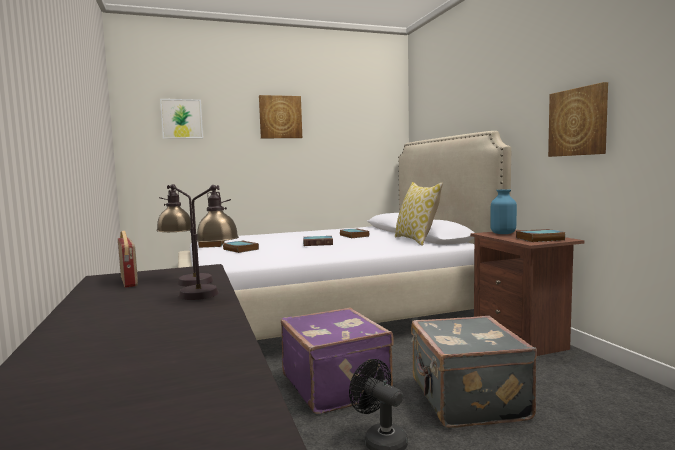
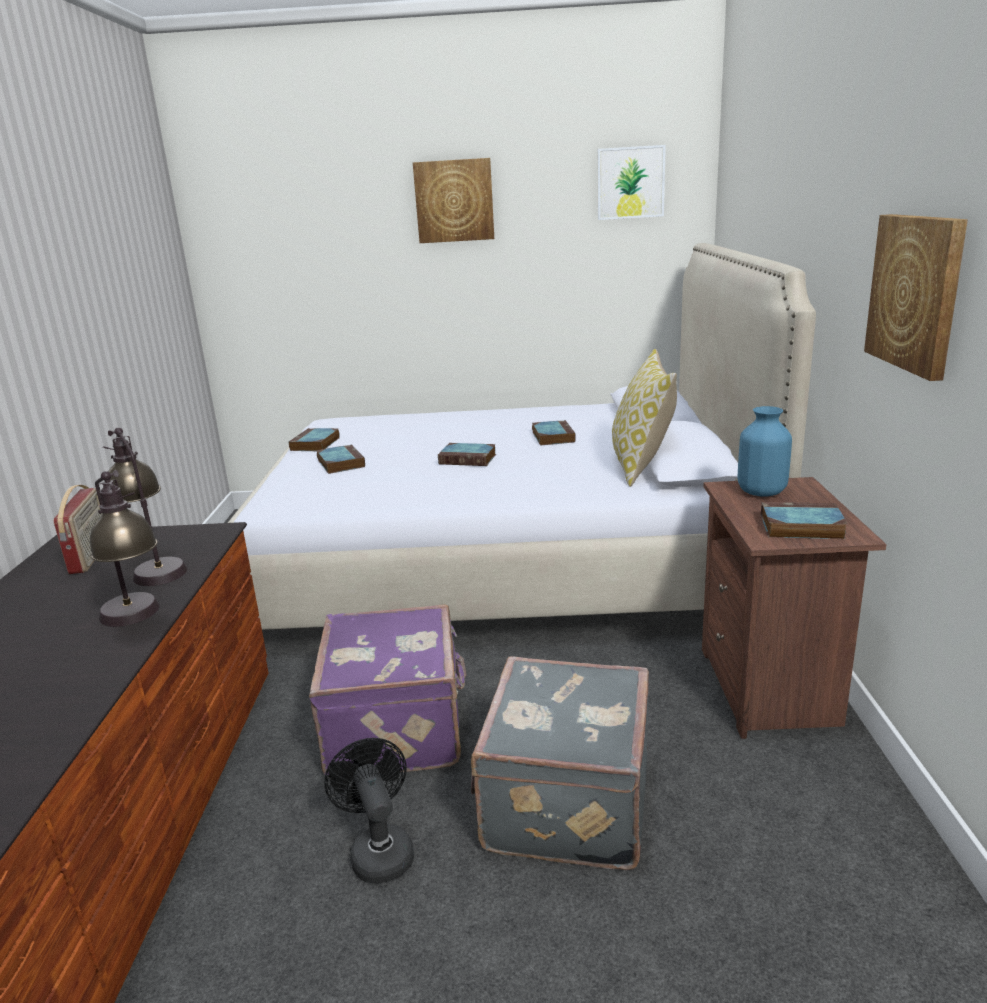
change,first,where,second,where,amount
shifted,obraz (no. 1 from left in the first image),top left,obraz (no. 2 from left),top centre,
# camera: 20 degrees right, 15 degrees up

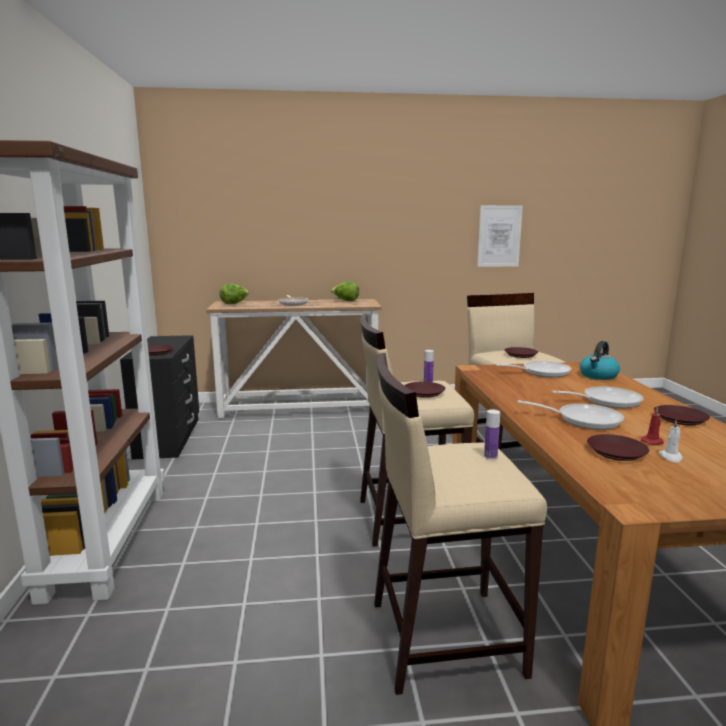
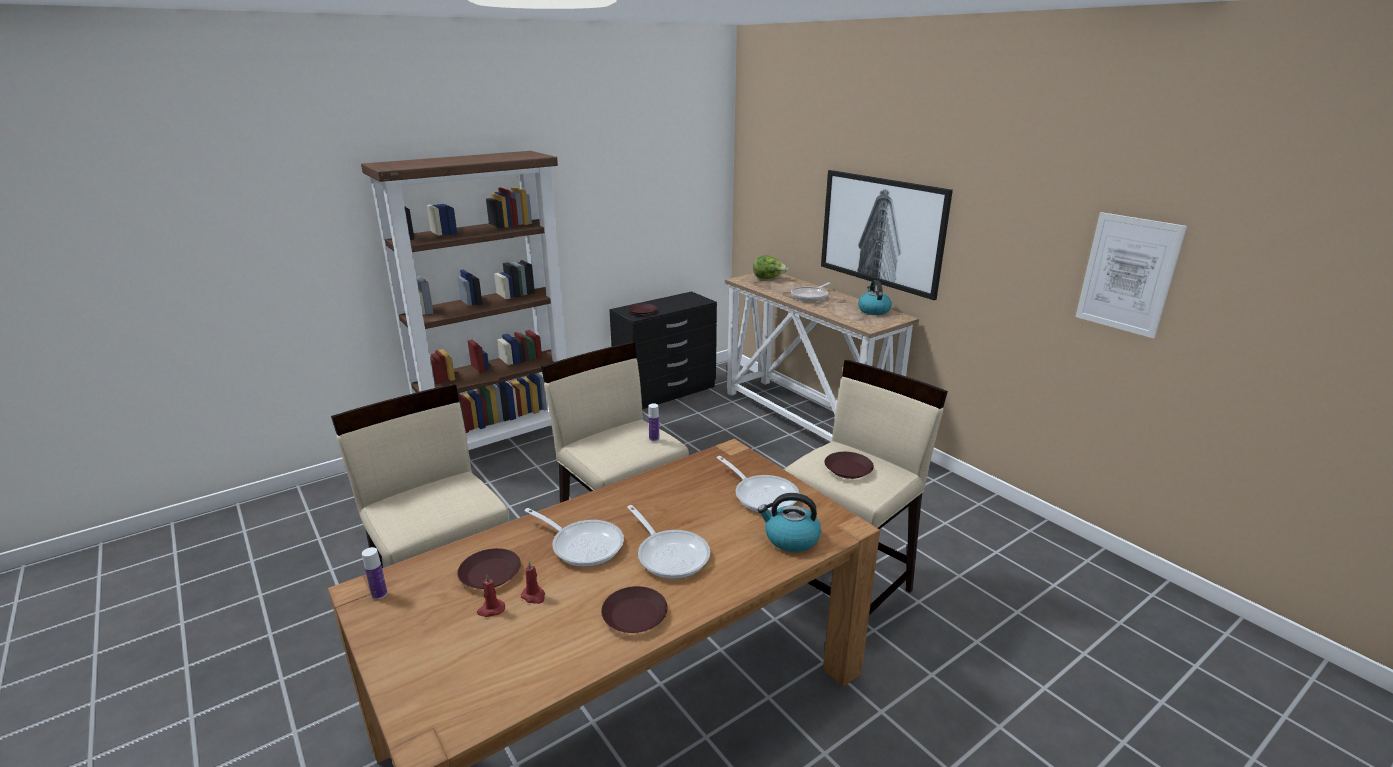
change,first,where,second,where,amount
swapped,sałata (no. 2 from left),centre,czajnik (no. 2 from left),centre,
gone,talerz/brązowy (no. 2 from left),centre,,,
rotated,patelnia (no. 3 from left in the first image),middle right,patelnia (no. 1 from left),bottom centre,45 degrees counterclockwise
shifted,butelka (no. 2 from left in the first image),middle right,butelka (no. 1 from left),bottom left,
repainted,świeca/biały,middle right,świeca/czerwony (no. 1 from left),bottom centre,
new,,,obraz (no. 1 from left),top centre,
# camera: 60 degrees right, 10 degrees up

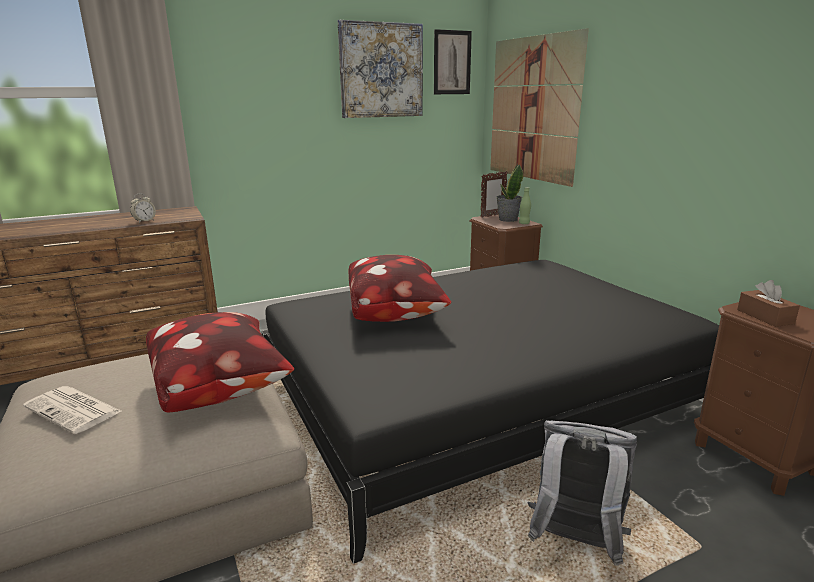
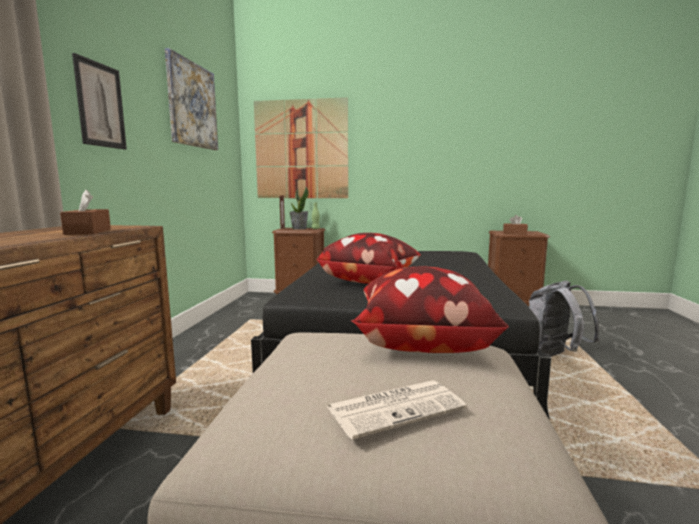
change,first,where,second,where,amount
shifted,obraz (no. 2 from left in the first image),top centre,obraz (no. 1 from left),top left,
swapped,budzik,middle left,pudełko chusteczek/brązowy (no. 1 from left),middle left,
# camera: 55 degrees left, 10 degrees down

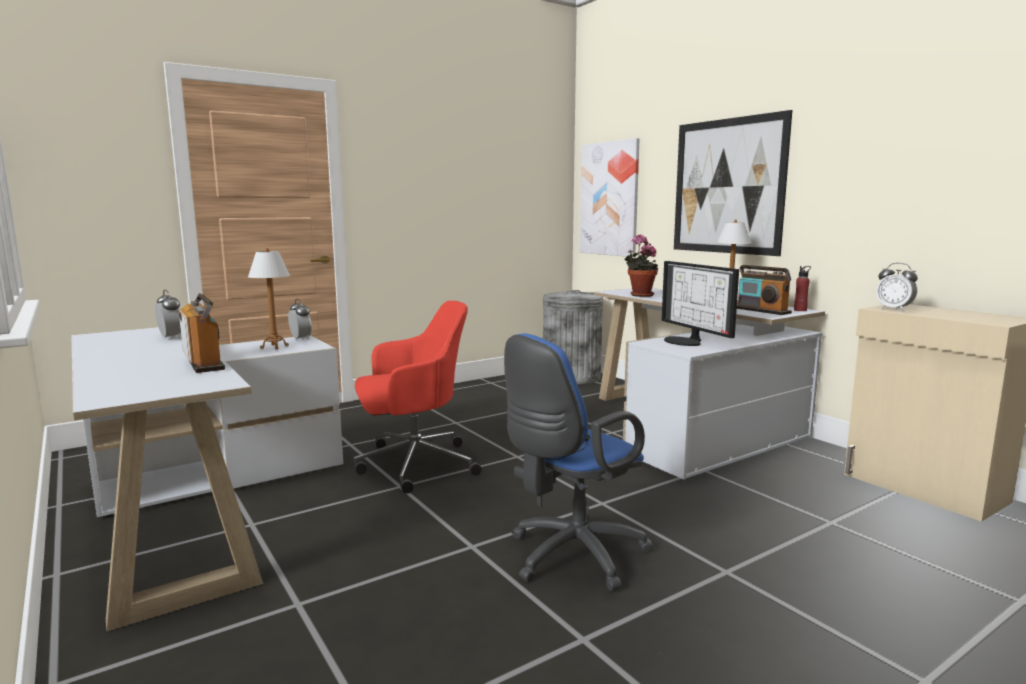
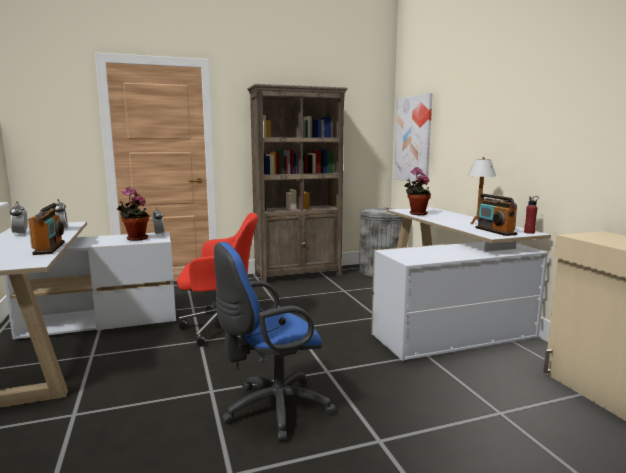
change,first,where,second,where,amount
gone,obraz (no. 2 from left),top right,,,
swapped,lampa stołowa (no. 1 from left),middle left,roślina doniczkowa (no. 1 from left),middle left,
gone,monitor,middle right,,,
shifted,budzik (no. 3 from left in the first image),middle right,budzik (no. 1 from left),middle left,
new,,,regał/brązowy,centre,
# camera: 15 degrees right, 0 degrees up

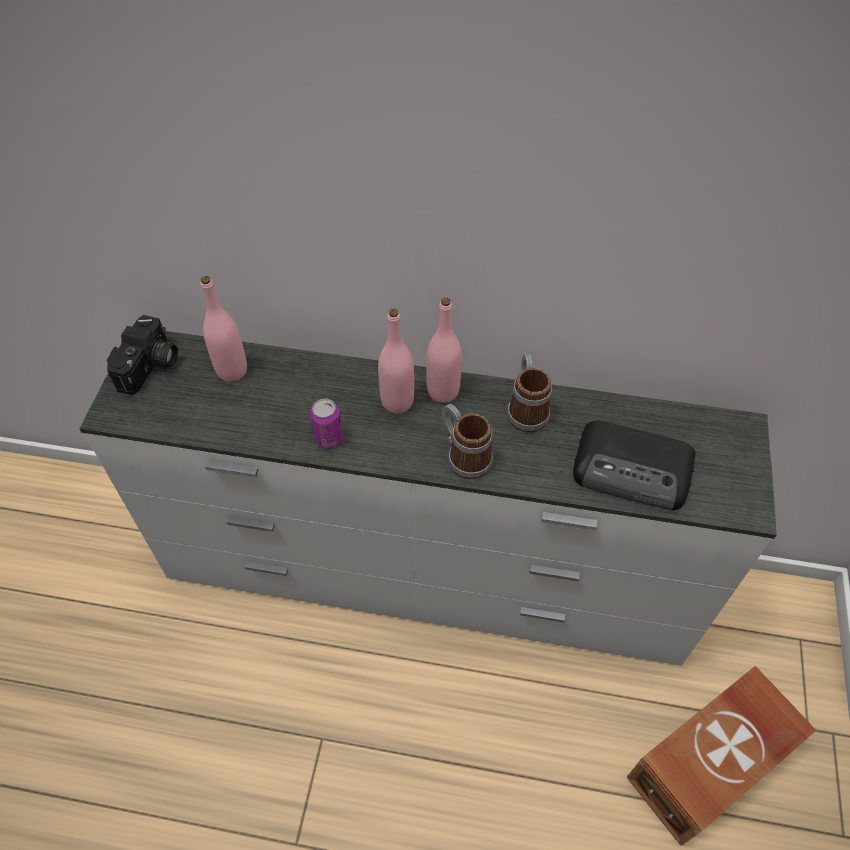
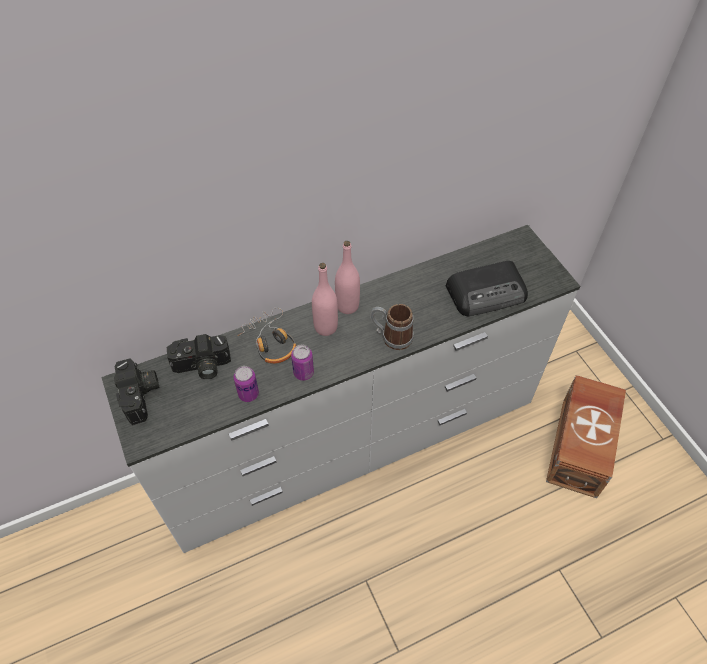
change,first,where,second,where,amount
swapped,butelka/różowy (no. 1 from left),middle left,aparat fotograficzny (no. 2 from left),middle left,
gone,kubek (no. 2 from left),centre,,,
new,,,słuchawki,centre,
new,,,puszka (no. 1 from left),centre,
# camera: 35 degrees left, 0 degrees up

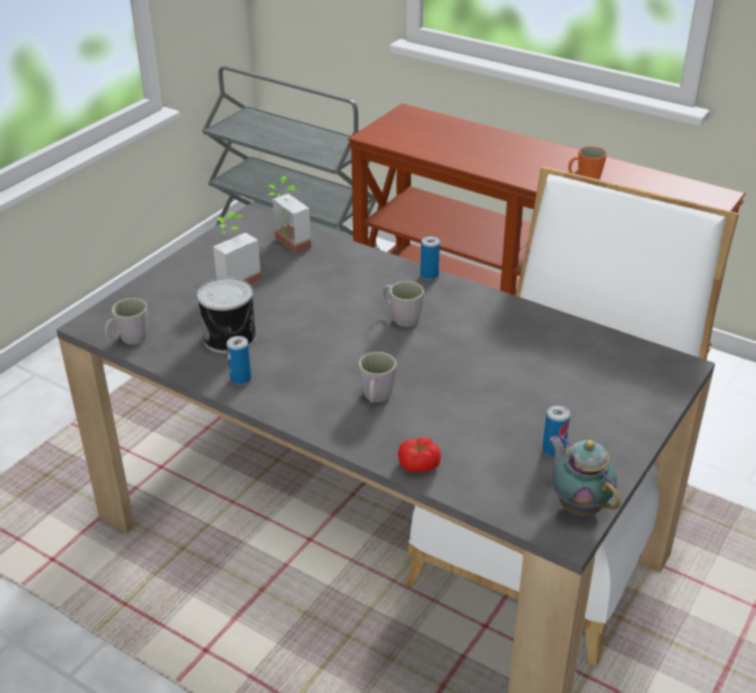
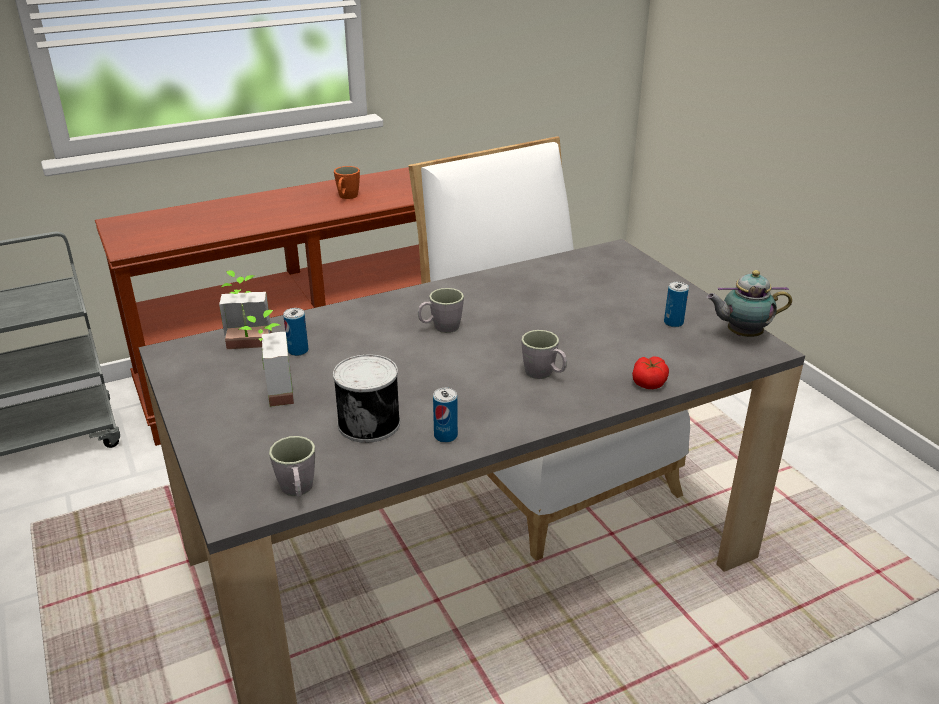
change,first,where,second,where,amount
shifted,puszka (no. 3 from left in the first image),centre,puszka (no. 1 from left),middle left,
# camera: 60 degrees left, 5 degrees down

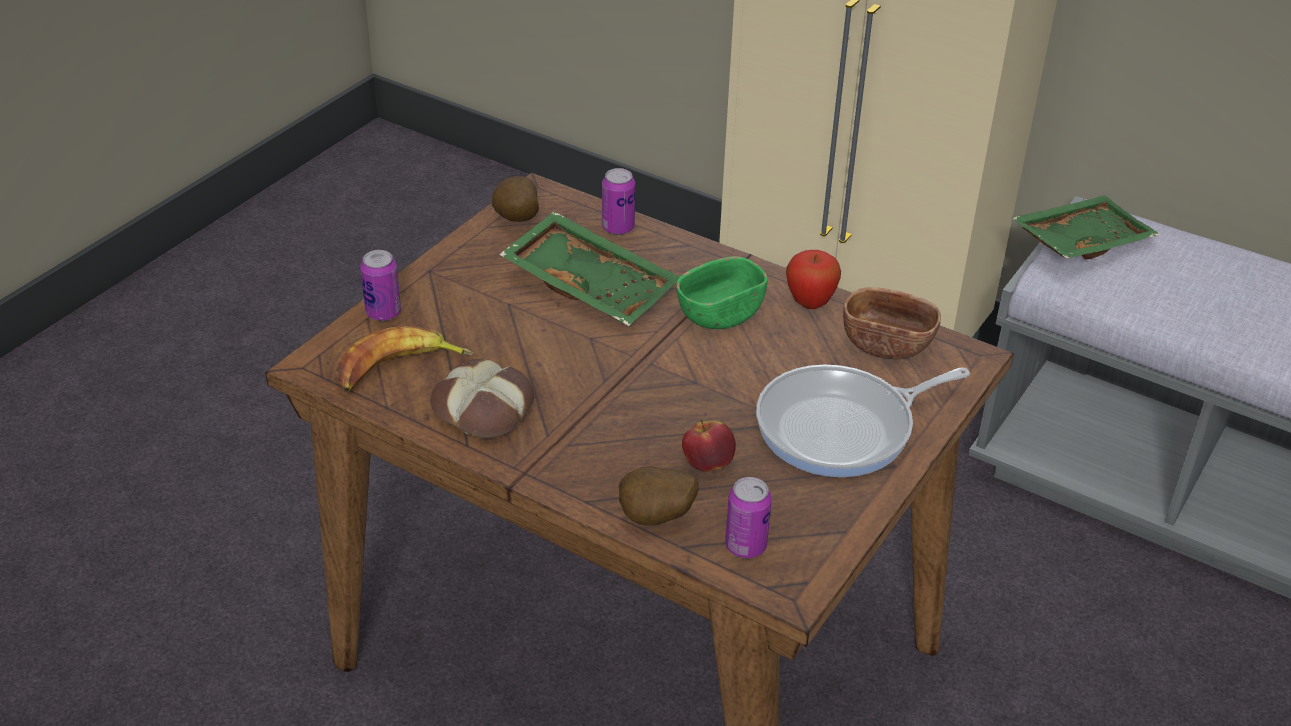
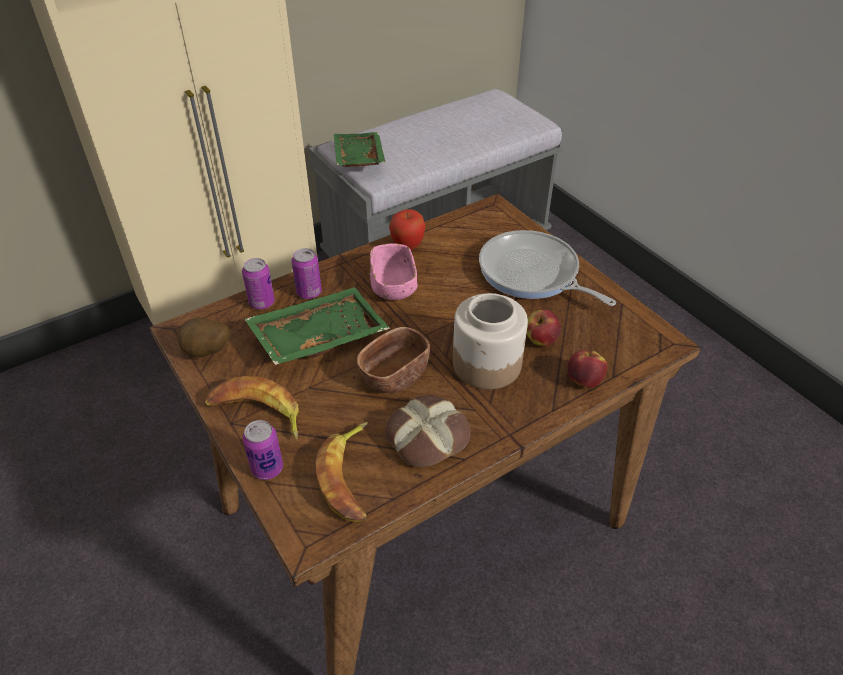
change,first,where,second,where,amount
repainted,miska/zielony,centre,miska/różowy,centre,
shifted,miska/brązowy,middle right,,centre,
rotated,patelnia,middle right,,centre,135 degrees clockwise
swapped,ziemniak (no. 2 from left),bottom centre,jabłko (no. 3 from left),middle right,
shifted,puszka (no. 3 from left),bottom centre,,centre,
new,,,słoik,centre,
new,,,banan (no. 1 from left),middle left,
# camera: 65 degrees left, 5 degrees up

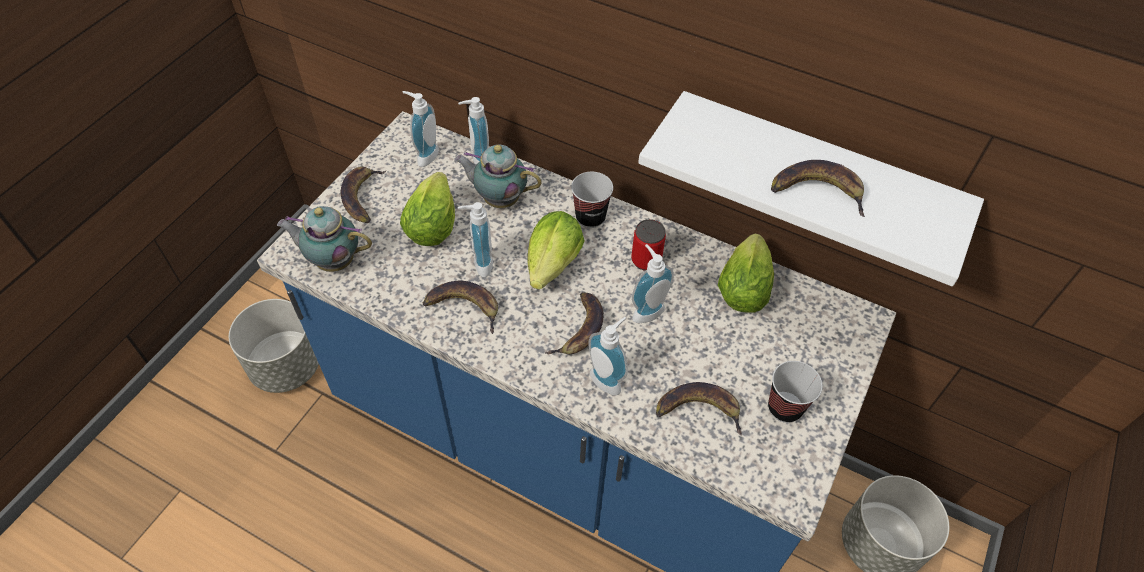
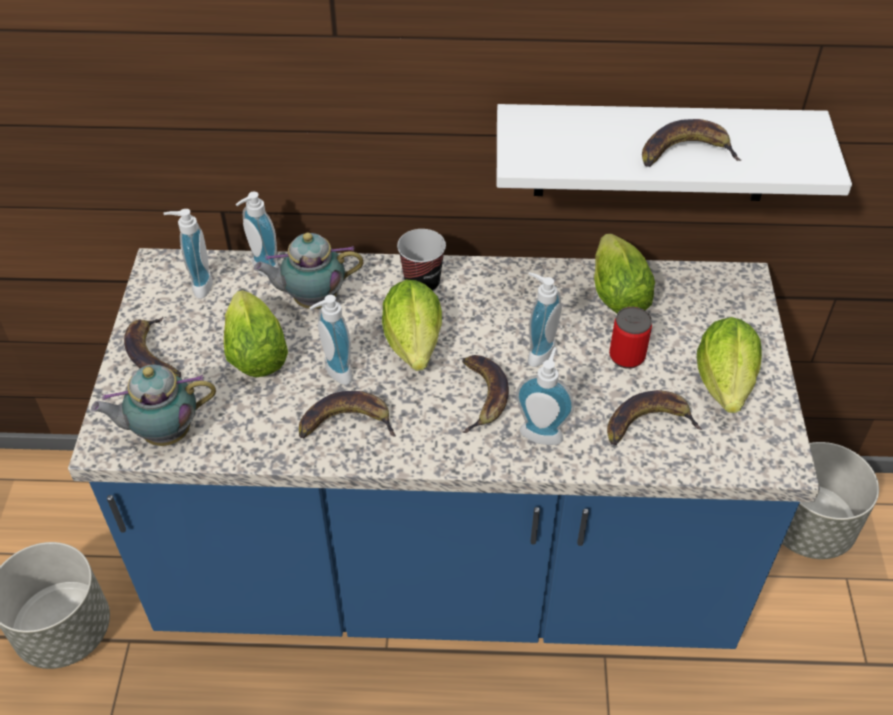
change,first,where,second,where,amount
shifted,puszka,centre,,middle right,
swapped,filiżanka (no. 2 from left),bottom right,sałata (no. 4 from left),middle right,
# camera: 25 degrees left, 5 degrees down

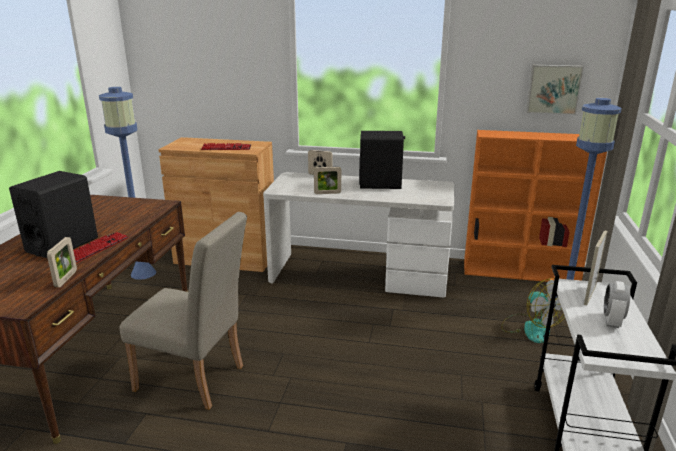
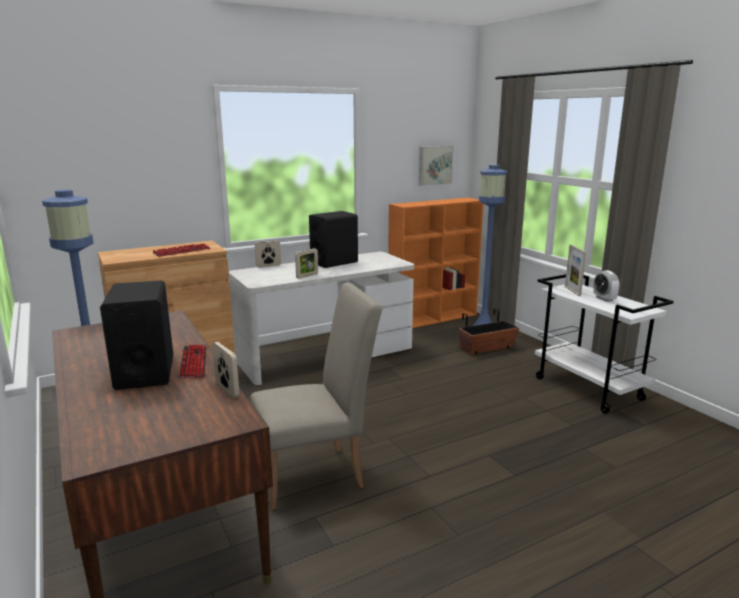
change,first,where,second,where,amount
swapped,wentylator,bottom right,donica,centre,
# camera: 40 degrees left, 5 degrees down

